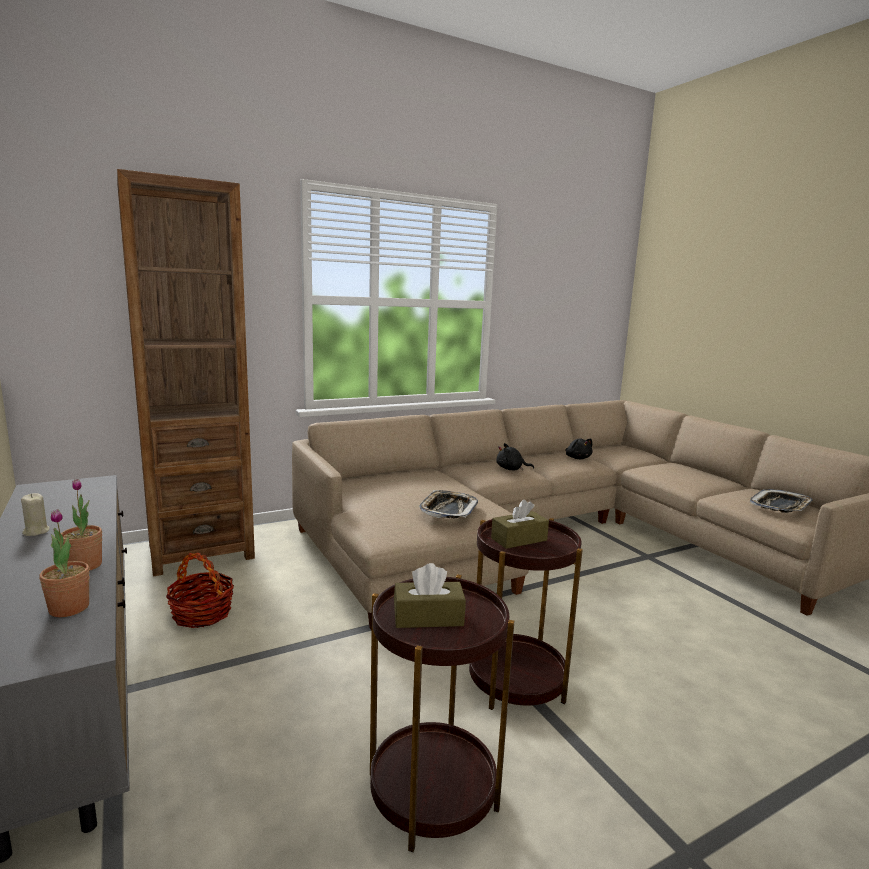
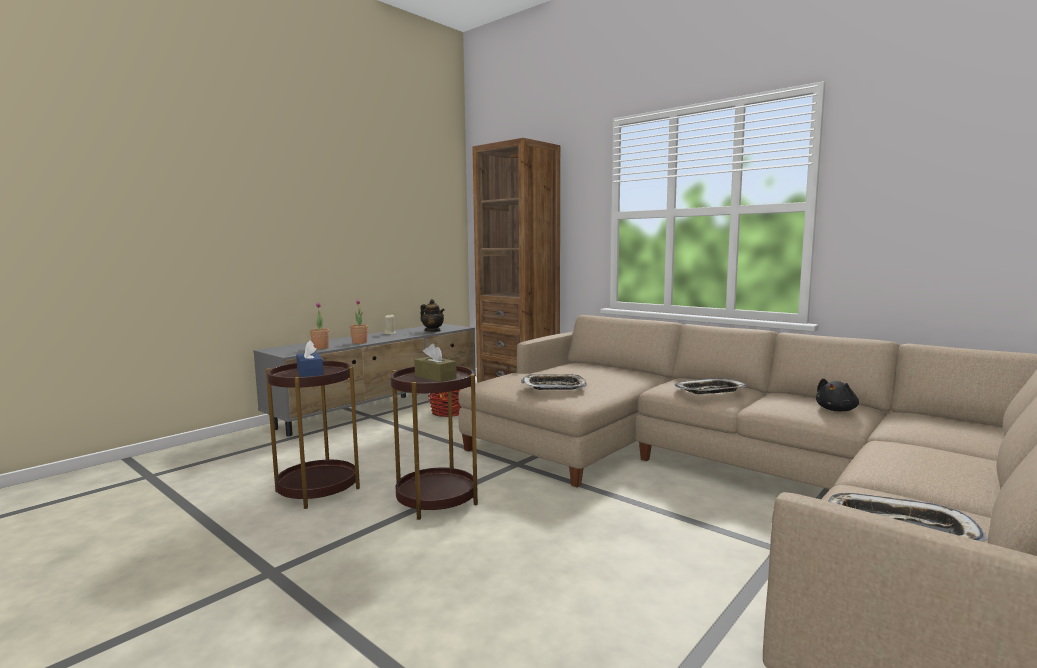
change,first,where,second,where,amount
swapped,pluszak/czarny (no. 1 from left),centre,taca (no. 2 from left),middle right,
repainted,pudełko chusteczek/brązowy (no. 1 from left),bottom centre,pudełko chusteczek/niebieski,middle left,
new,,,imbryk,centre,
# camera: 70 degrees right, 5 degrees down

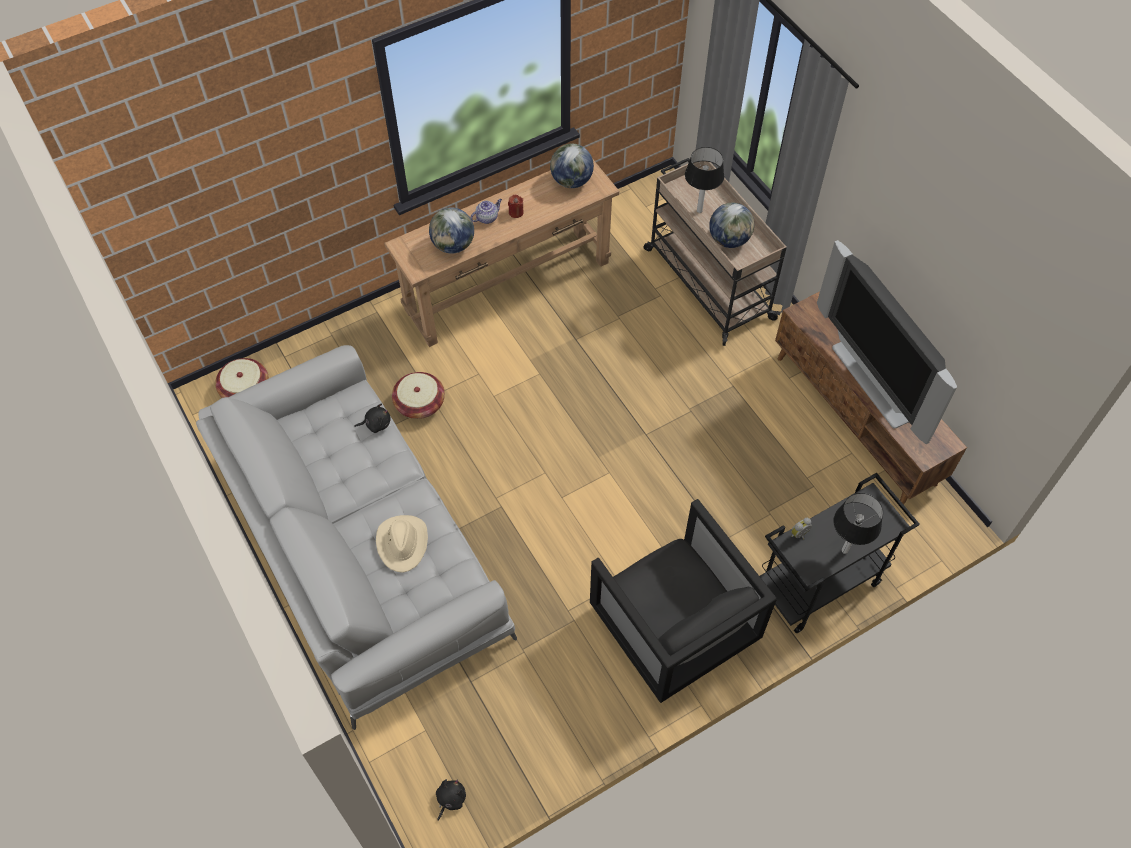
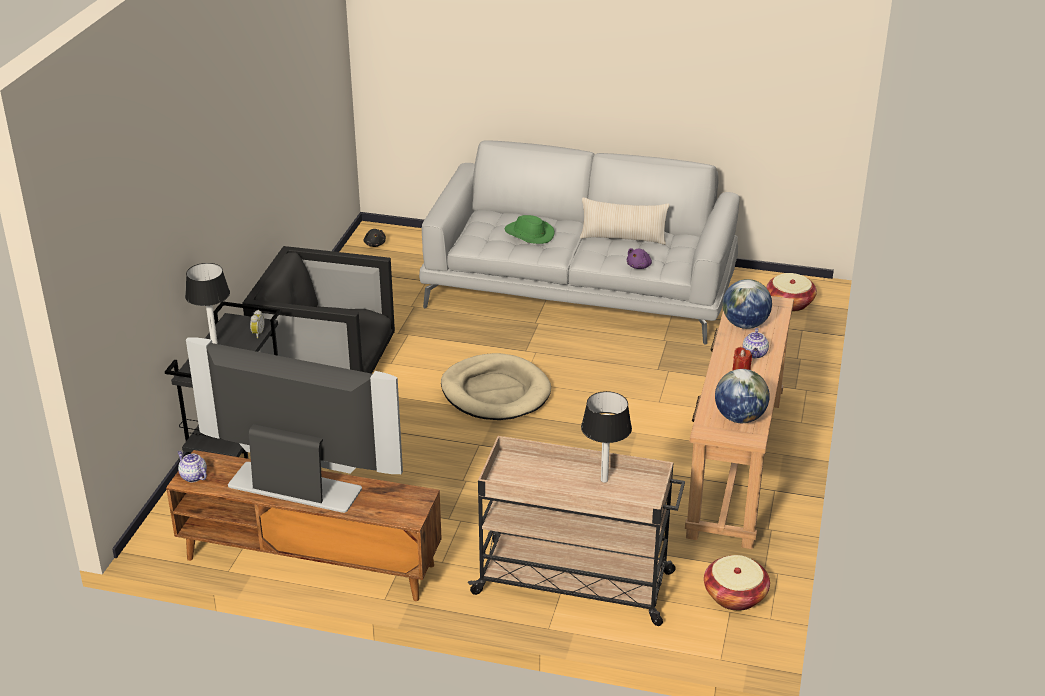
change,first,where,second,where,amount
gone,globus (no. 3 from left),top centre,,,
shifted,koszyk (no. 2 from left in the first image),centre,koszyk (no. 1 from left),bottom right,
repainted,pluszak/czarny (no. 1 from left),middle left,pluszak/fioletowy,centre,
repainted,kapelusz/beżowy,centre,kapelusz/zielony,top centre,
new,,,poduszka/beżowy,top centre,
new,,,legowisko/beżowy,centre,
new,,,imbryk (no. 1 from left),bottom left,
# camera: 135 degrees right, 25 degrees down

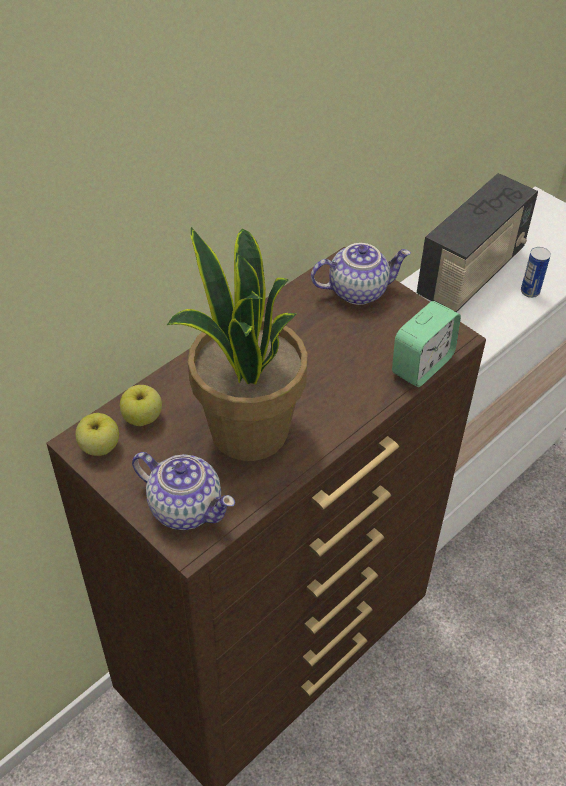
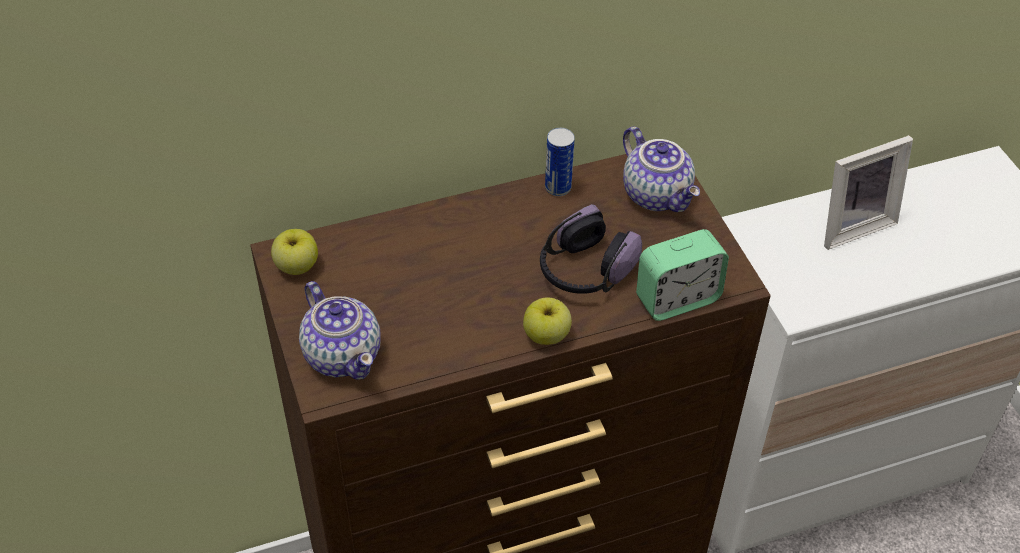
change,first,where,second,where,amount
swapped,radio,top right,ramka na zdjęcie,middle right,
gone,roślina doniczkowa,centre,,,
rotated,imbryk (no. 2 from left),centre,,top centre,45 degrees clockwise
shifted,puszka,middle right,,top centre,
shifted,jabłko (no. 2 from left),middle left,,centre,
new,,,słuchawki,centre,
# camera: 25 degrees right, 0 degrees up

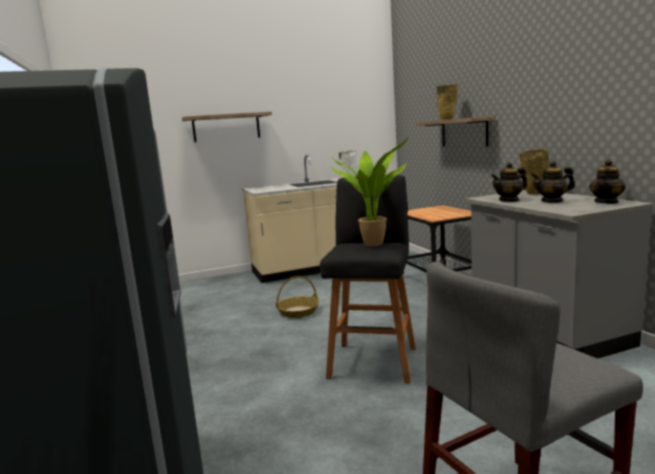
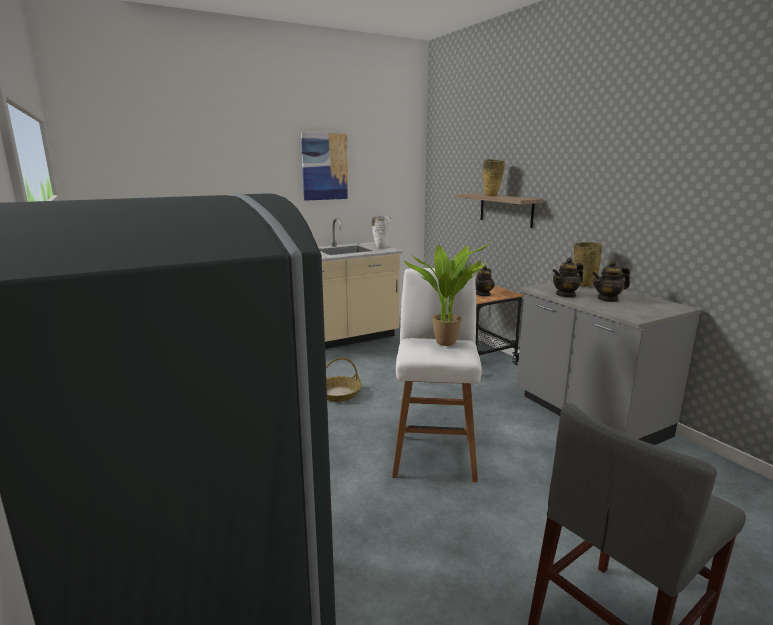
change,first,where,second,where,amount
gone,półka (no. 1 from left),top centre,,,
shifted,imbryk (no. 3 from left in the first image),middle right,imbryk (no. 1 from left),centre,
repainted,stołek/czarny,centre,stołek/biały,centre,
new,,,obraz,top centre,
# camera: 10 degrees left, 5 degrees up

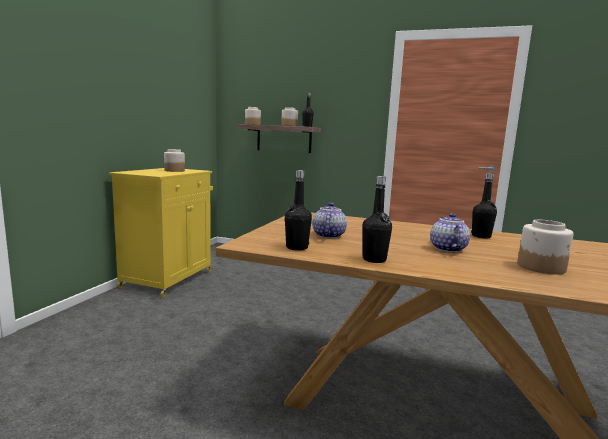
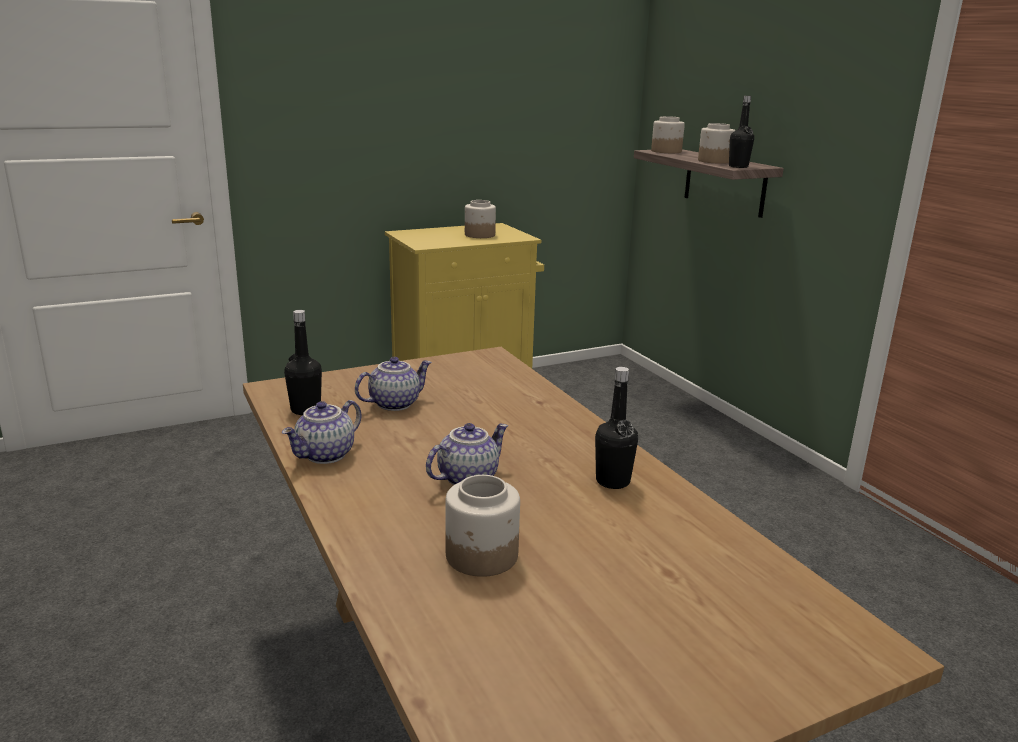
change,first,where,second,where,amount
swapped,butelka/czarny (no. 3 from left),centre,imbryk (no. 1 from left),middle left,
# camera: 45 degrees right, 10 degrees up

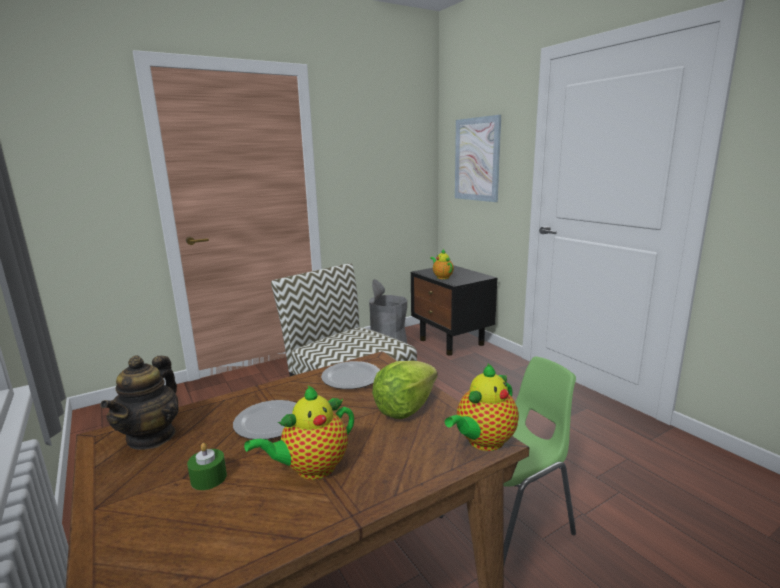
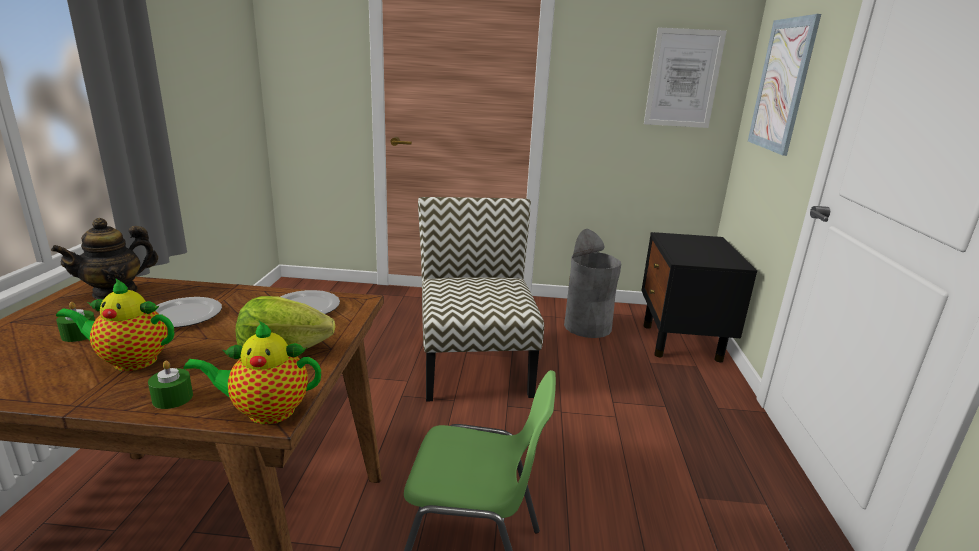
change,first,where,second,where,amount
gone,imbryk (no. 3 from left),centre,,,
new,,,obraz (no. 1 from left),top right,
new,,,świeca/zielony (no. 2 from left),bottom left,
# camera: 35 degrees right, 5 degrees up

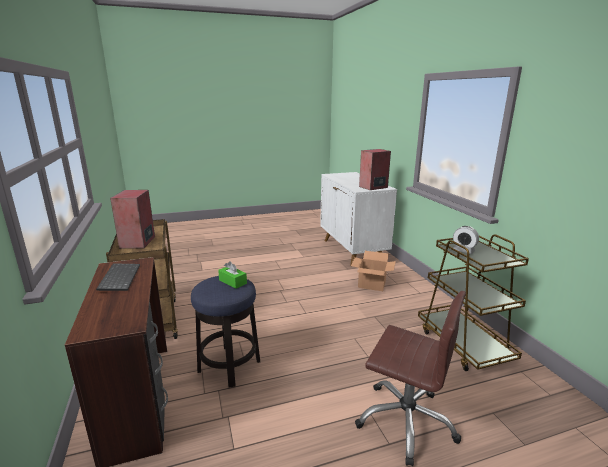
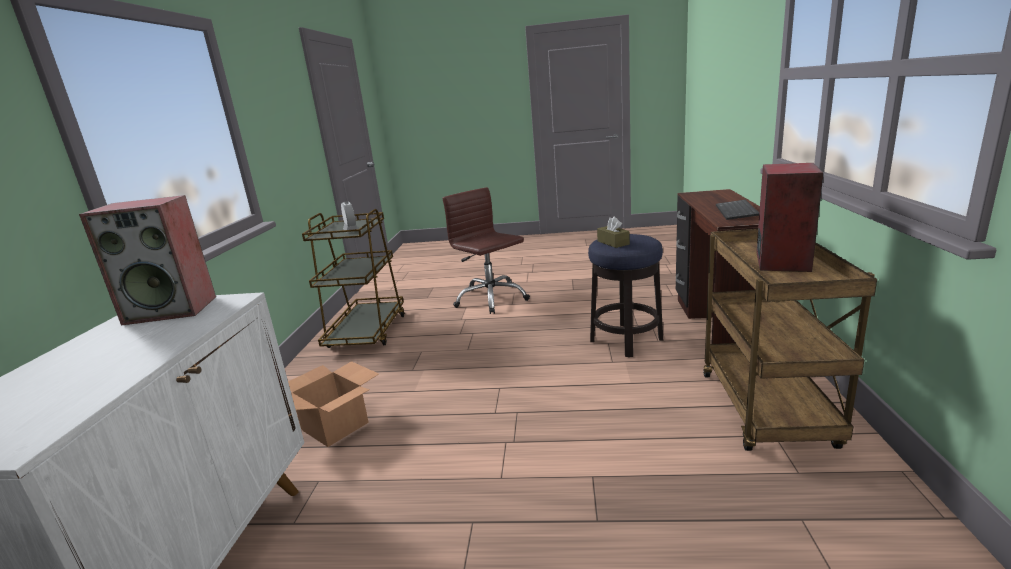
change,first,where,second,where,amount
repainted,pudełko chusteczek/zielony,centre,pudełko chusteczek/brązowy,centre,
# camera: 155 degrees left, 0 degrees up

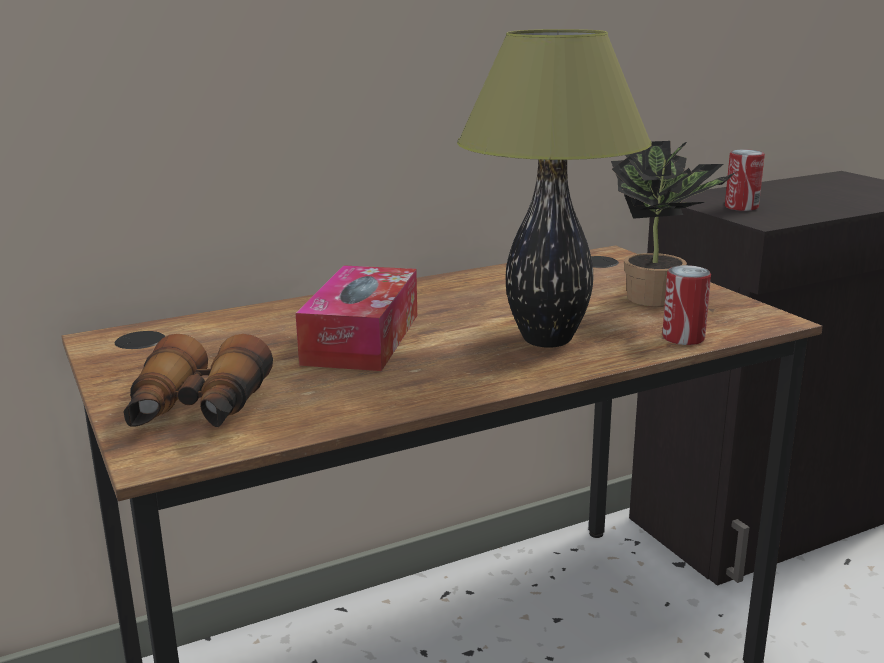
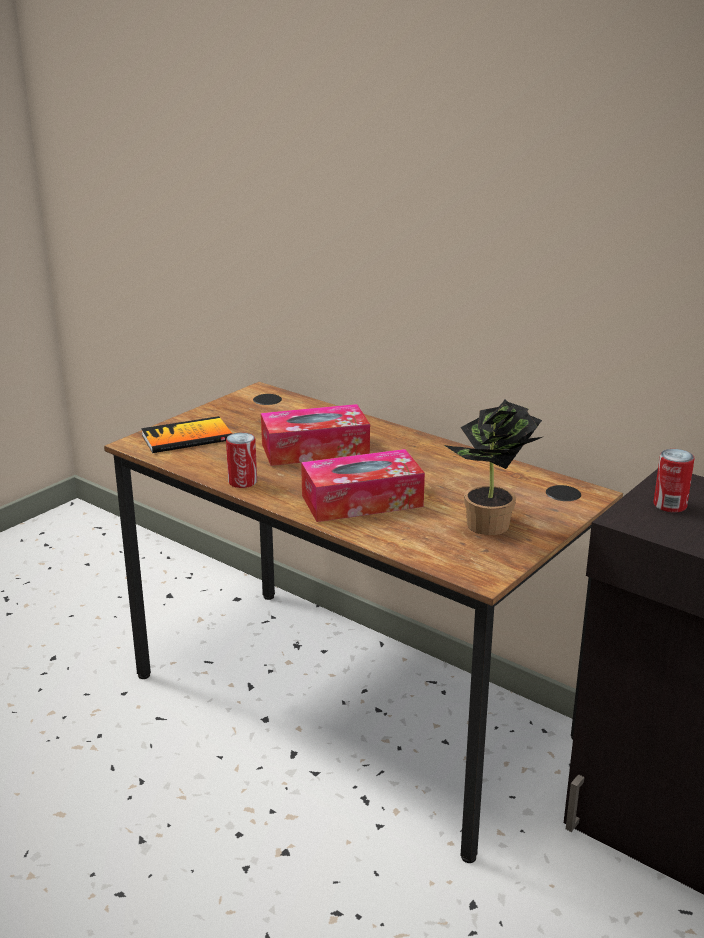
change,first,where,second,where,amount
swapped,lampa stołowa,top centre,pudełko chusteczek (no. 2 from left),centre,
shifted,puszka (no. 1 from left),middle right,,centre,
swapped,lornetka,middle left,książka,middle left,
# camera: 65 degrees right, 5 degrees up

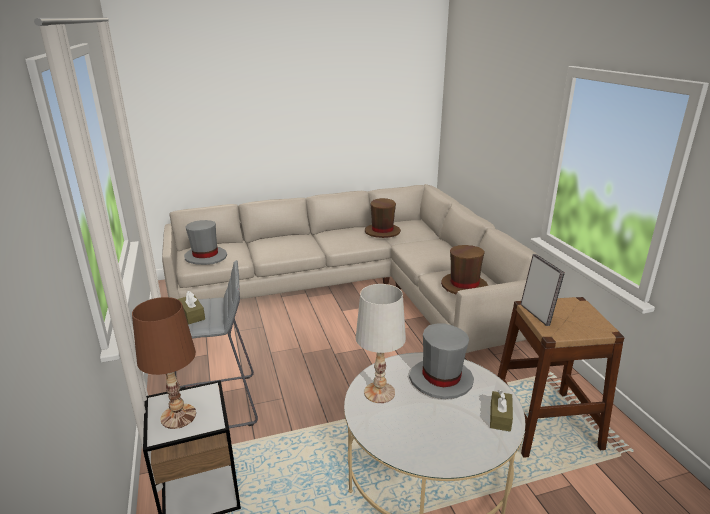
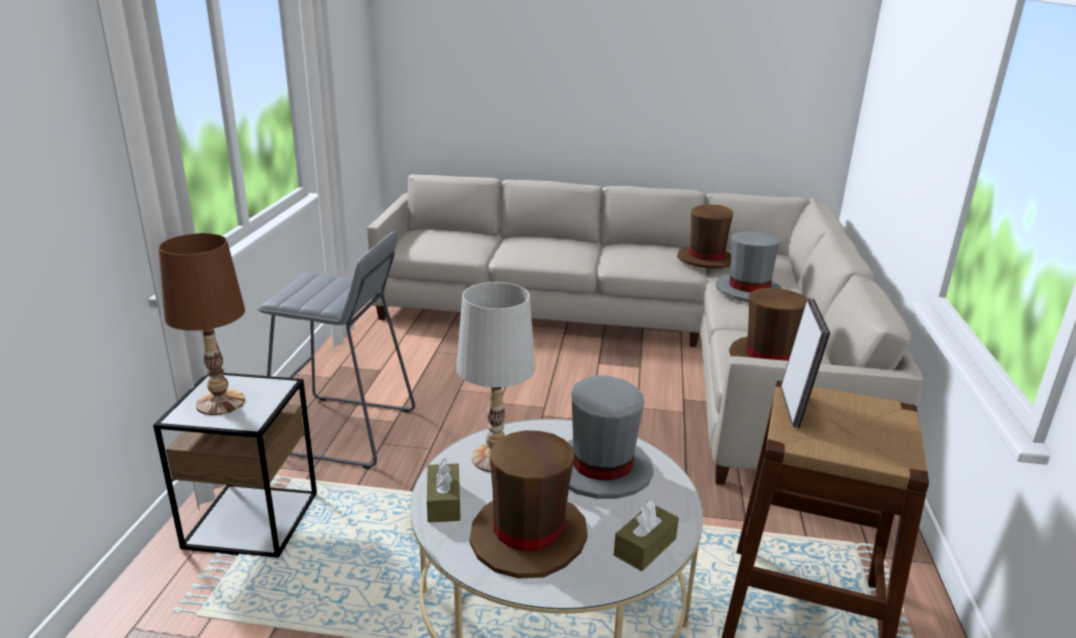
change,first,where,second,where,amount
shifted,kapelusz/szary (no. 1 from left in the first image),middle left,kapelusz/szary (no. 2 from left),middle right,
shifted,pudełko chusteczek/brązowy (no. 1 from left),middle left,,bottom centre,
new,,,kapelusz/brązowy (no. 1 from left),bottom centre,
# camera: 25 degrees right, 0 degrees up

